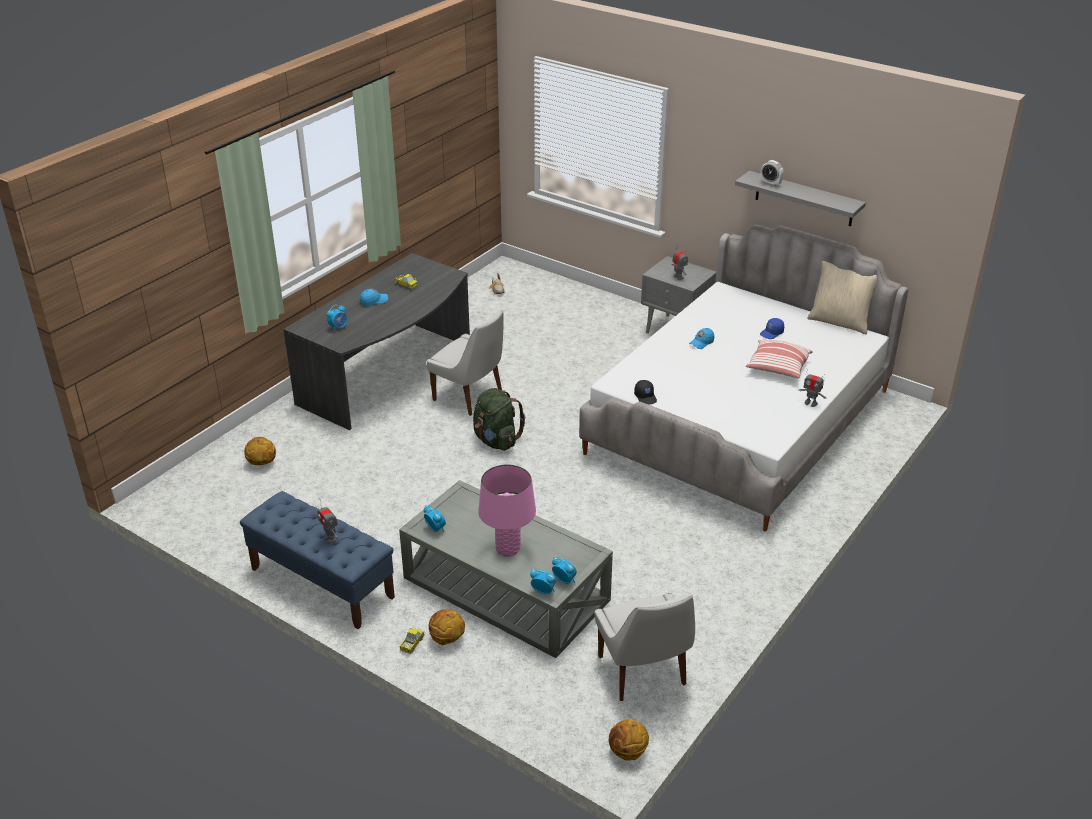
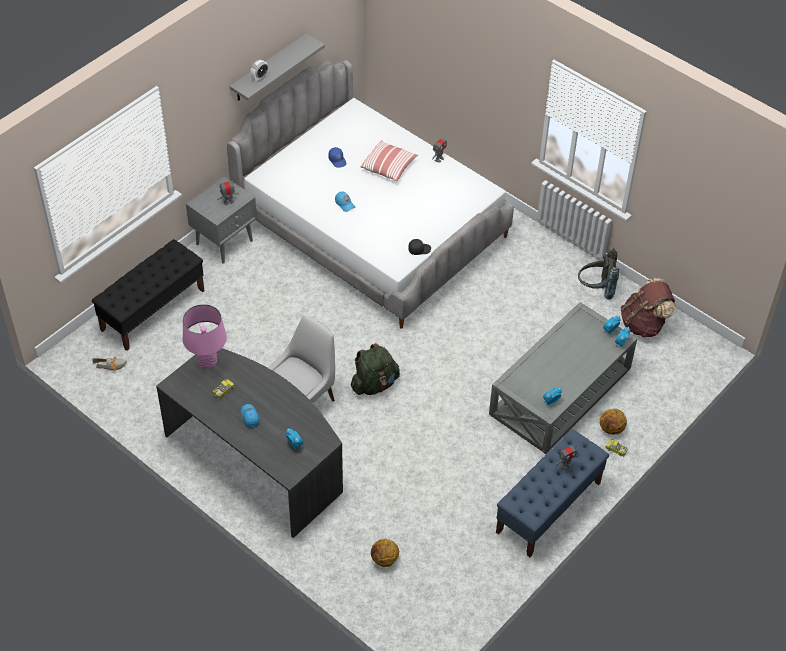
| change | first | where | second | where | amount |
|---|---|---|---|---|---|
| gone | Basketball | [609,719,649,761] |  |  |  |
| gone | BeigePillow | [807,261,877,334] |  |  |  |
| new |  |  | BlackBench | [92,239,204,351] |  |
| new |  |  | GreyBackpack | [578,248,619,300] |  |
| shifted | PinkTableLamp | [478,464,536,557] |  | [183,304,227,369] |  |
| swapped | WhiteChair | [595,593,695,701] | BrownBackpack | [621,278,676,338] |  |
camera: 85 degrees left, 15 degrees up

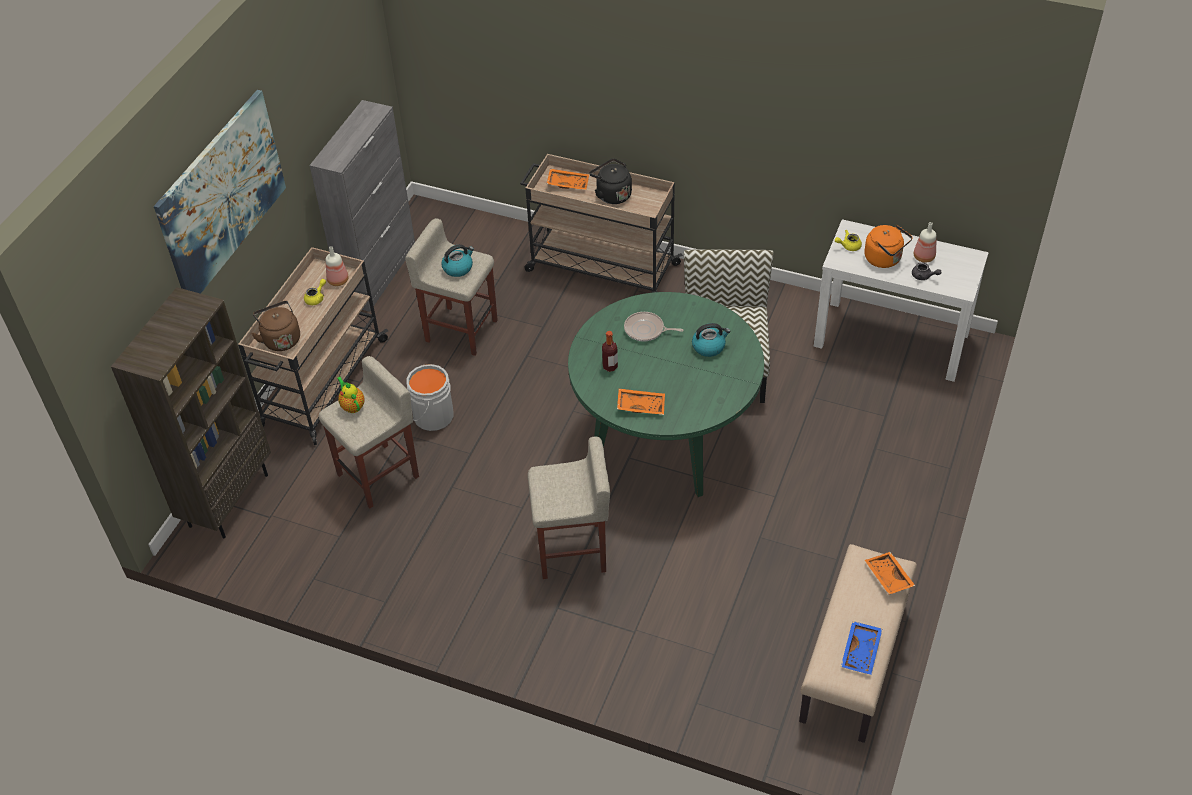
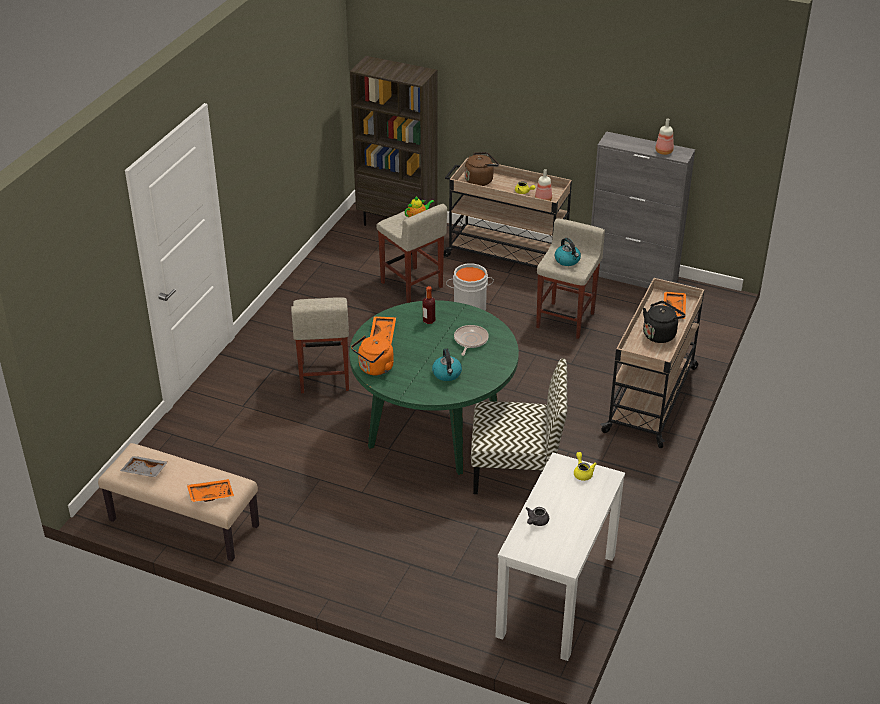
| change | first | where | second | where | amount |
|---|---|---|---|---|---|
| gone | Picture | [154,90,286,294] |  |  |  |
| shifted | OrangeKettle | [864,225,913,268] |  | [351,336,394,375] |  |
| shifted | Bottle | [914,222,937,263] |  | [655,118,674,155] |  |
| repainted | BlueTray | [841,621,882,675] | GreyTray | [120,456,168,477] |  |
camera: 90 degrees right, 10 degrees down

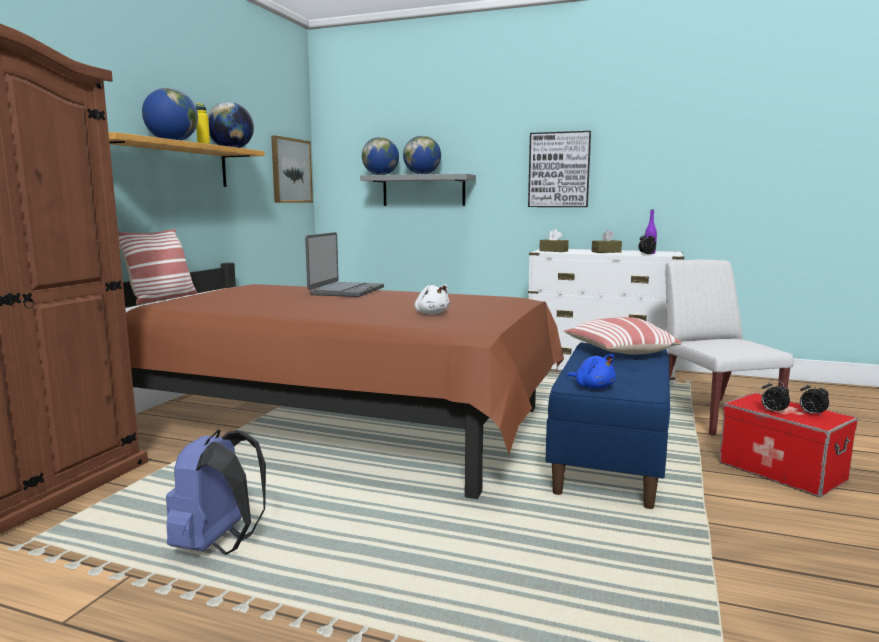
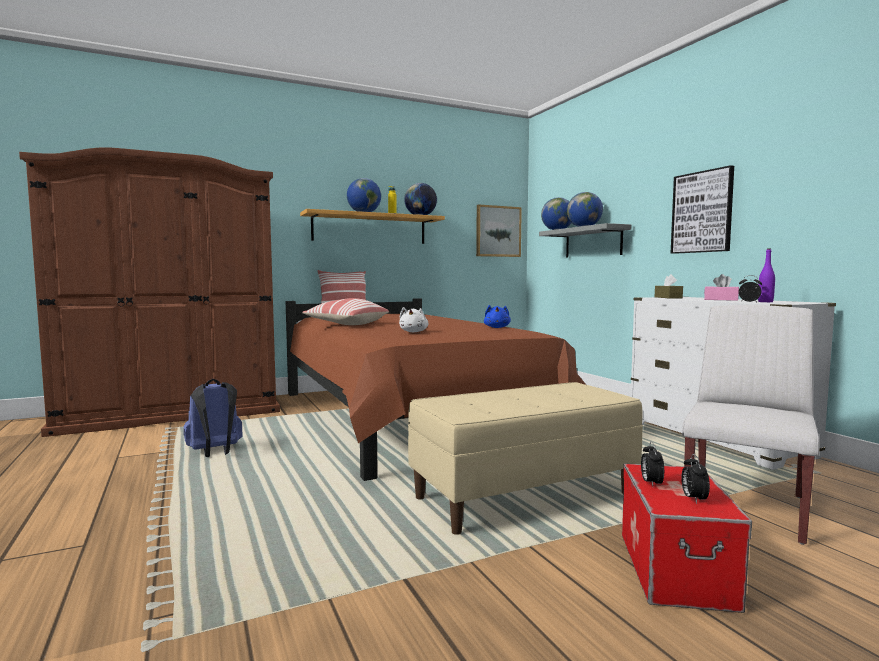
| change | first | where | second | where | amount |
|---|---|---|---|---|---|
| gone | Laptop | [305,232,384,297] |  |  |  |
| shifted | Pillow | [564,317,682,354] |  | [302,298,389,325] |  |
| shifted | BluePlushToy | [566,354,616,389] |  | [484,305,511,328] |  |
| repainted | BlueBench | [546,343,670,509] | BeigeBench | [408,382,643,535] |  |
| repainted | BrownTissueBox | [592,230,622,253] | PinkTissueBox | [704,274,739,301] |  |
camera: 45 degrees right, 5 degrees down

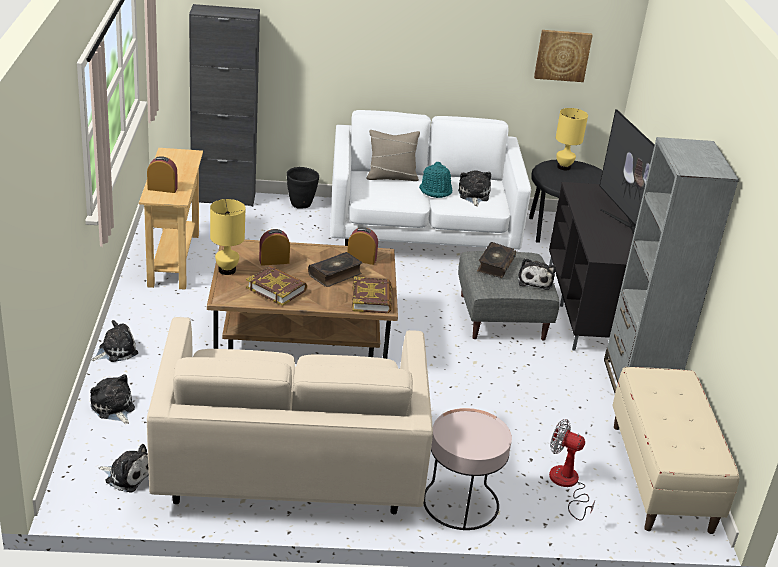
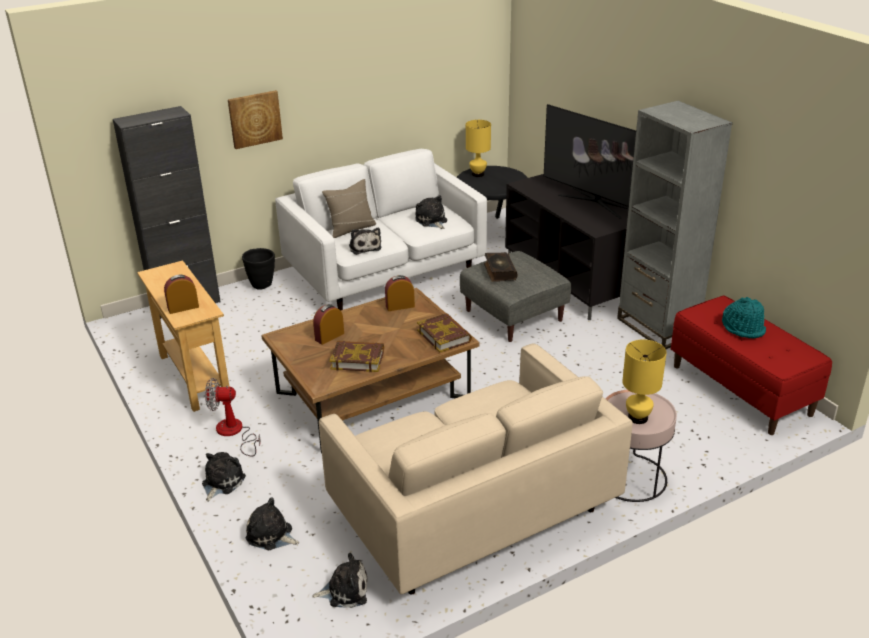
| change | first | where | second | where | amount |
|---|---|---|---|---|---|
| gone | Book | [308,252,363,287] |  |  |  |
| shifted | YellowTableLamp | [210,199,245,275] |  | [622,340,667,424] |  |
| shifted | TurquoiseHat | [419,162,452,198] |  | [722,297,766,339] |  |
| shifted | PlushToy | [518,258,556,290] |  | [349,228,382,255] |  |
| shifted | Picture | [534,30,593,82] |  | [228,90,283,149] |  |
| shifted | Fan | [549,419,595,521] |  | [205,378,261,456] |  |
| repainted | BeigeBench | [612,367,739,534] | RedBench | [671,296,832,435] |  |
camera: 25 degrees left, 0 degrees up

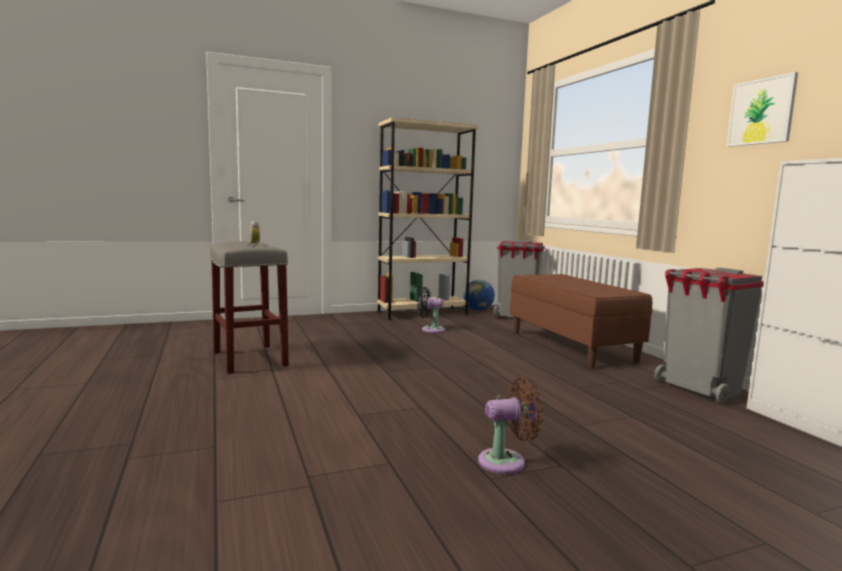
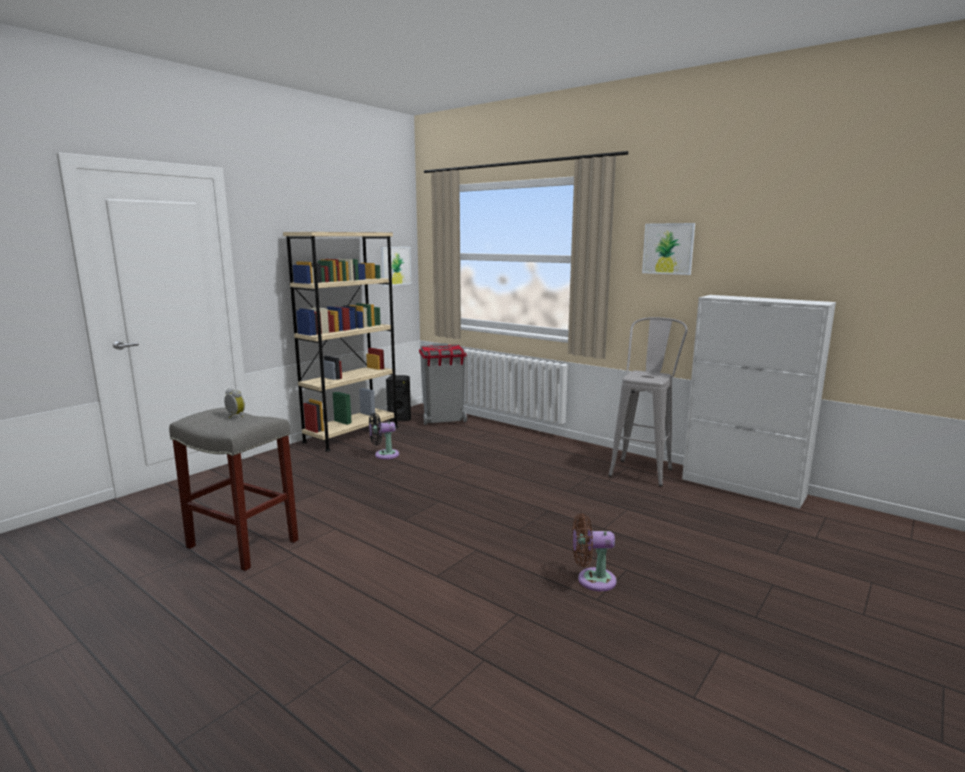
| change | first | where | second | where | amount |
|---|---|---|---|---|---|
| gone | BrownBench | [510,274,652,369] |  |  |  |
| new |  |  | Picture | [381,247,411,286] |  |
| swapped | Globe | [463,280,495,311] | BlackSpeaker | [386,375,411,421] |  |
| swapped | GreyTrashCan | [654,268,764,403] | GreyStool | [608,317,688,486] |  |
| rotated | BrownFan | [478,377,543,474] |  | [572,514,617,591] | 135 degrees counterclockwise |
camera: 30 degrees left, 5 degrees up

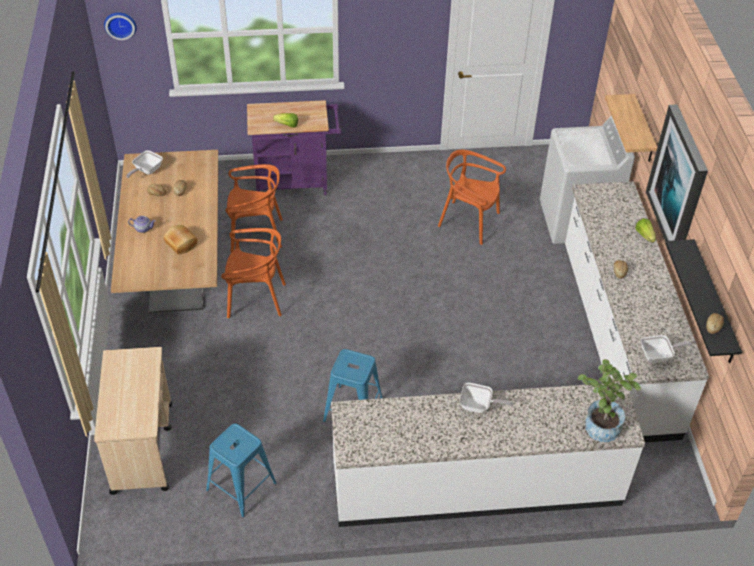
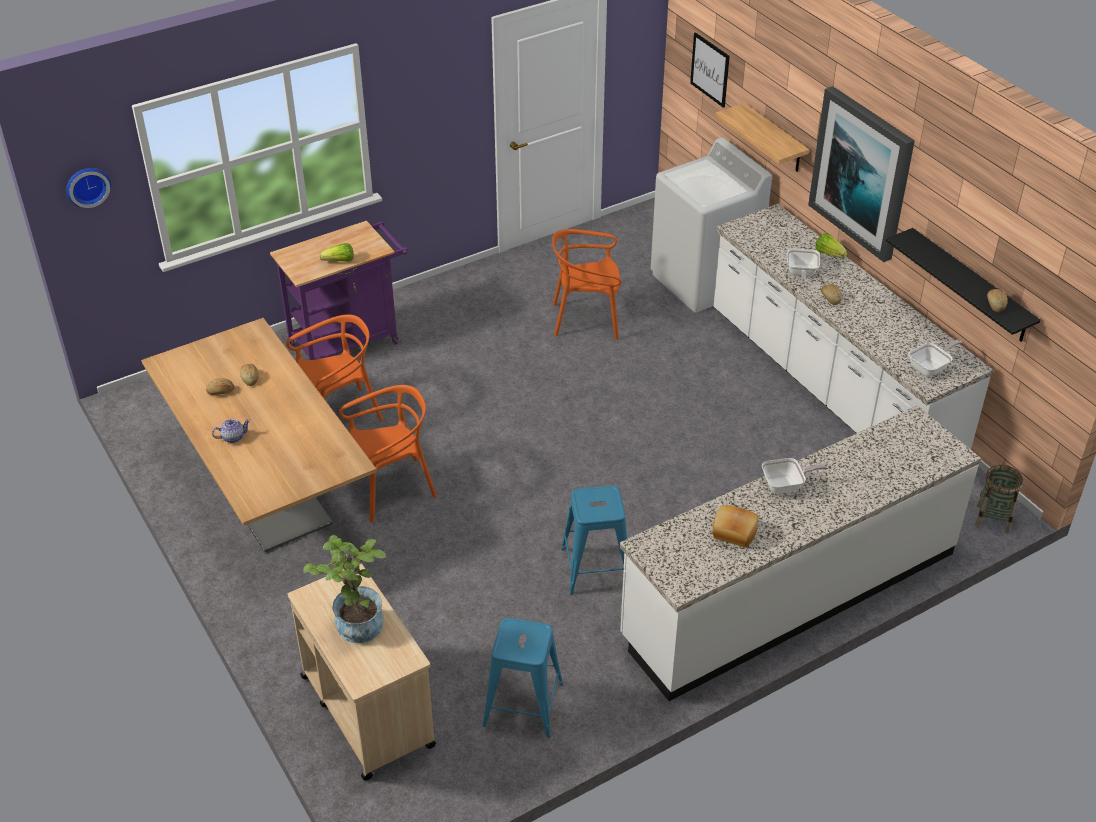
| change | first | where | second | where | amount |
|---|---|---|---|---|---|
| new |  |  | Picture | [690,32,730,108] |  |
| new |  |  | Basket | [975,465,1024,533] |  |
| shifted | FryingPan | [126,150,163,178] |  | [787,248,820,284] |  |
| shifted | Bread | [164,225,198,254] |  | [713,505,758,547] |  |
| shifted | PottedPlant | [578,359,641,442] |  | [303,535,386,643] |  |
camera: 25 degrees left, 5 degrees down

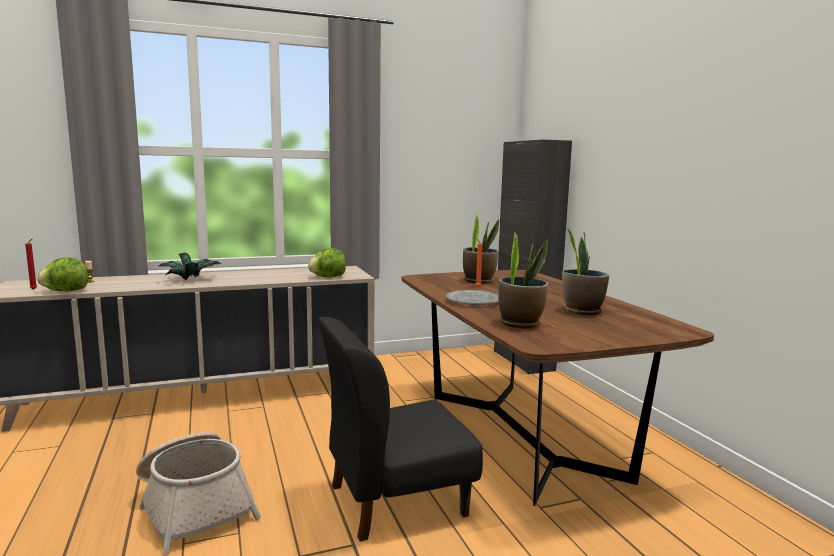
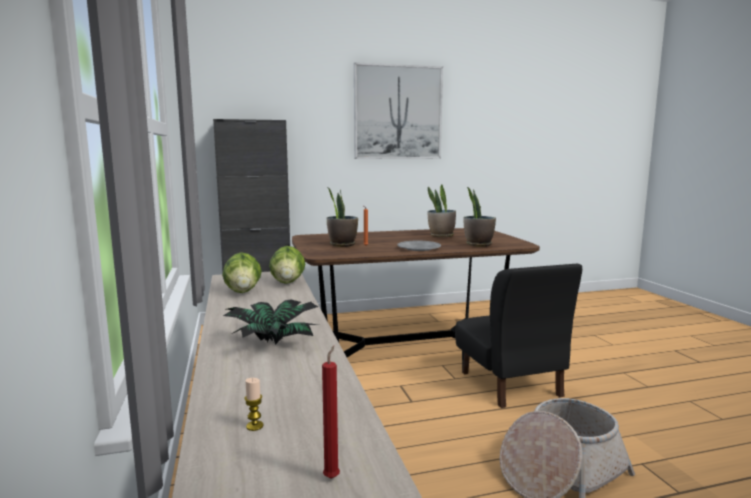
| change | first | where | second | where | amount |
|---|---|---|---|---|---|
| new |  |  | Picture | [354,62,443,159] |  |
| shifted | Lettuce | [37,257,88,291] |  | [222,252,262,293] |  |
camera: 85 degrees left, 0 degrees up

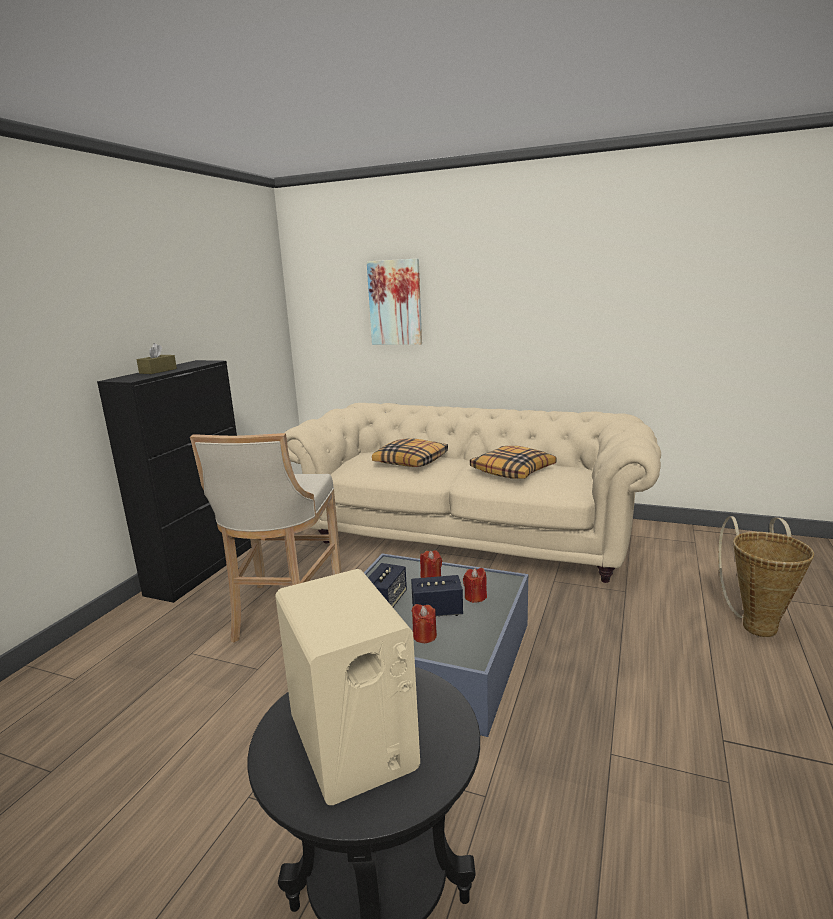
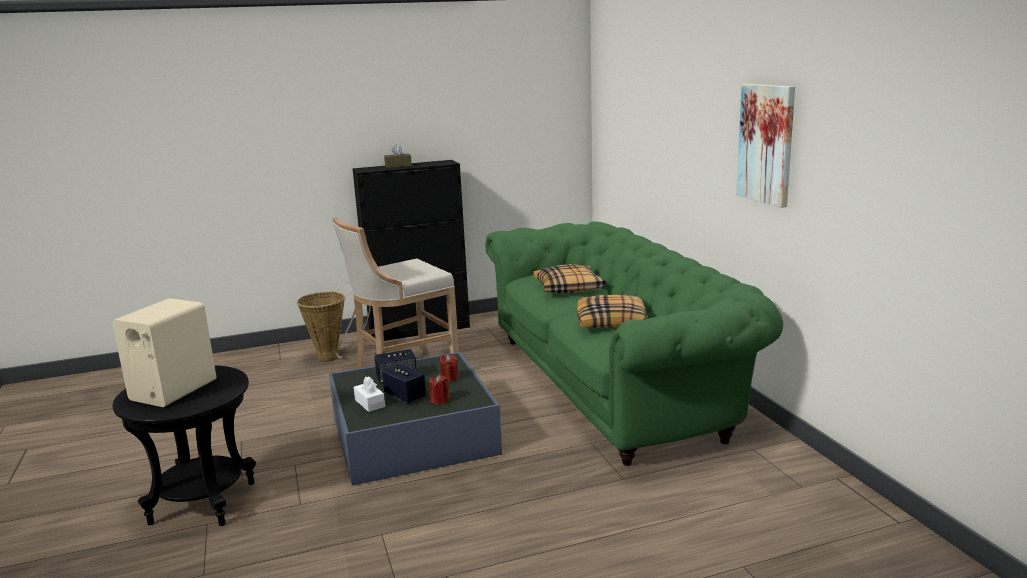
| change | first | where | second | where | amount |
|---|---|---|---|---|---|
| shifted | Picture | [367,259,422,345] |  | [736,84,795,208] |  |
| shifted | Basket | [718,516,814,637] |  | [297,282,371,362] |  |
| swapped | RedCandle | [412,604,437,643] | WhiteTissueBox | [354,376,385,412] |  |
| repainted | BeigeSofa | [285,403,661,583] | GreenSofa | [485,221,783,466] |  |
camera: 50 degrees right, 0 degrees up

